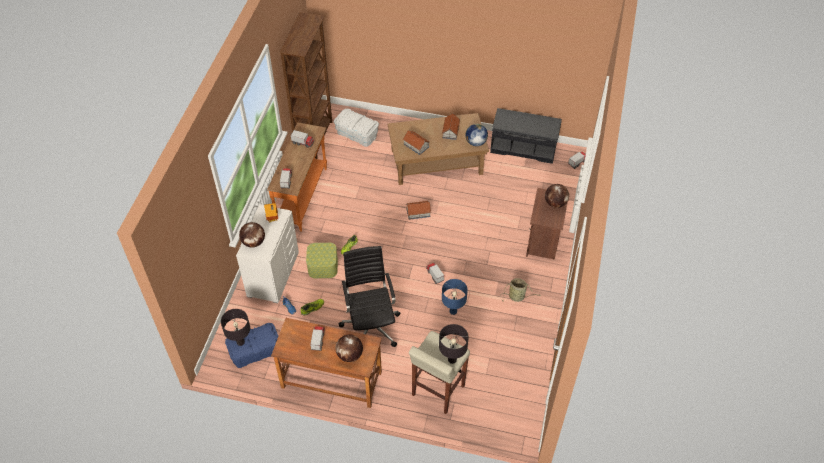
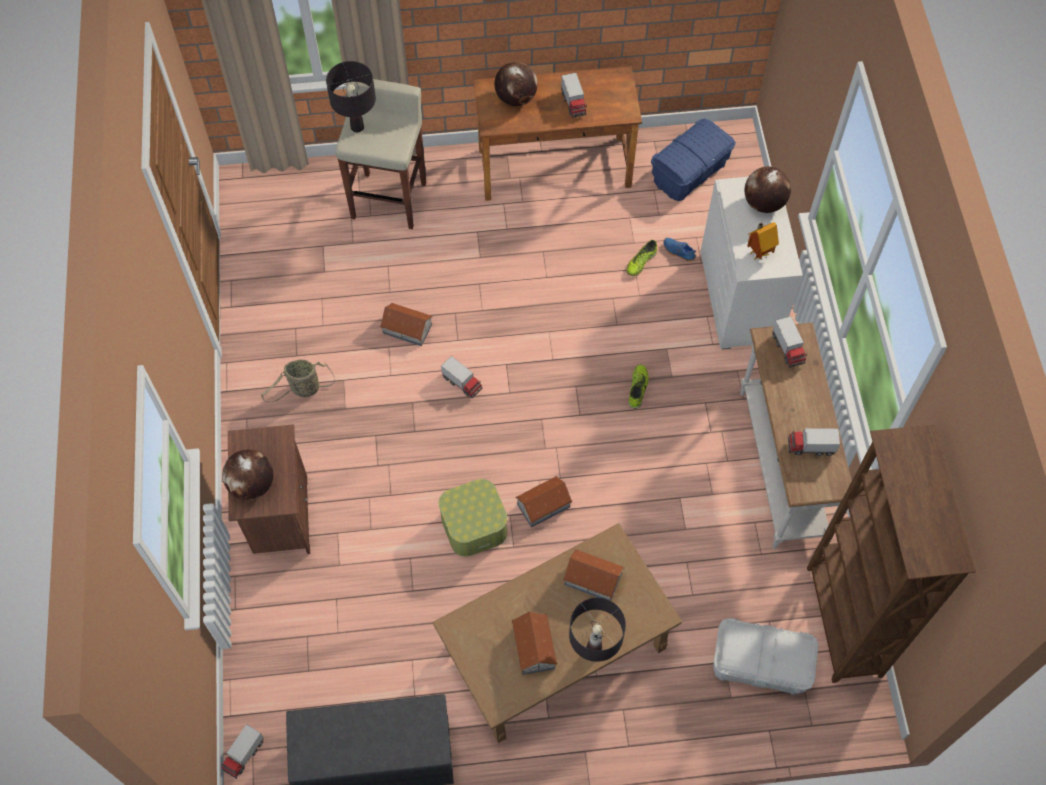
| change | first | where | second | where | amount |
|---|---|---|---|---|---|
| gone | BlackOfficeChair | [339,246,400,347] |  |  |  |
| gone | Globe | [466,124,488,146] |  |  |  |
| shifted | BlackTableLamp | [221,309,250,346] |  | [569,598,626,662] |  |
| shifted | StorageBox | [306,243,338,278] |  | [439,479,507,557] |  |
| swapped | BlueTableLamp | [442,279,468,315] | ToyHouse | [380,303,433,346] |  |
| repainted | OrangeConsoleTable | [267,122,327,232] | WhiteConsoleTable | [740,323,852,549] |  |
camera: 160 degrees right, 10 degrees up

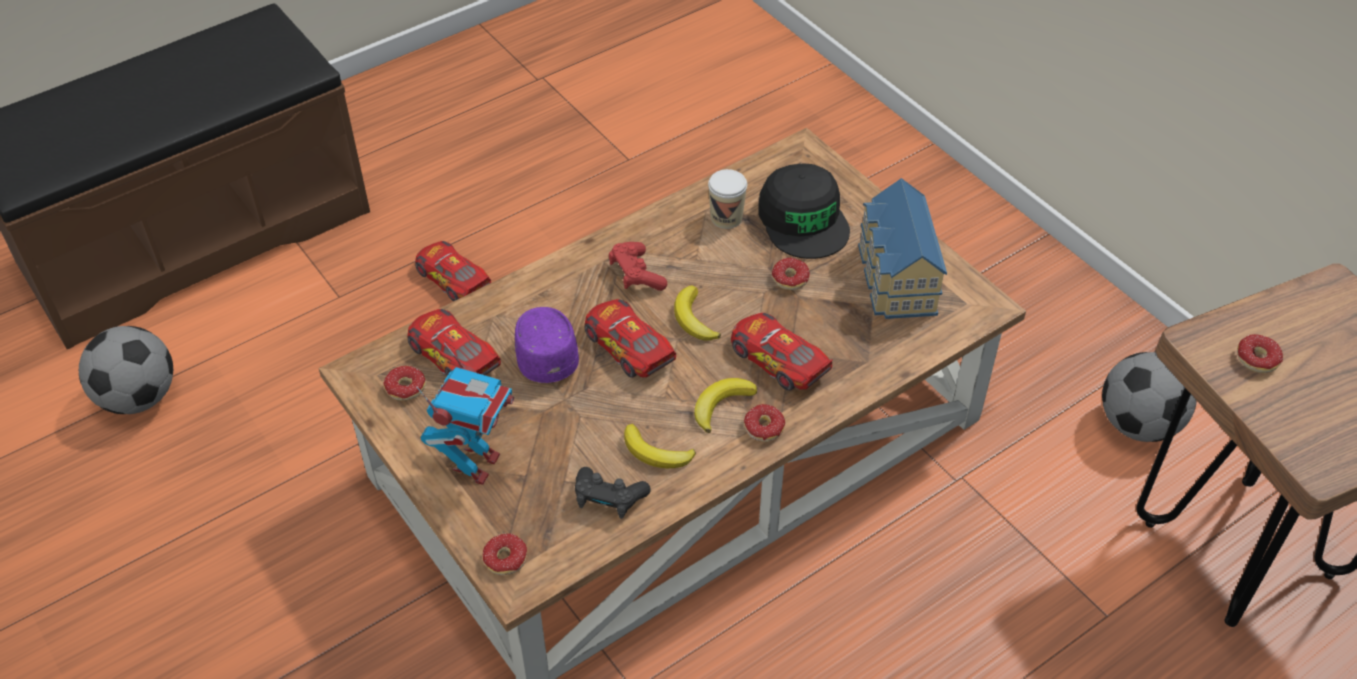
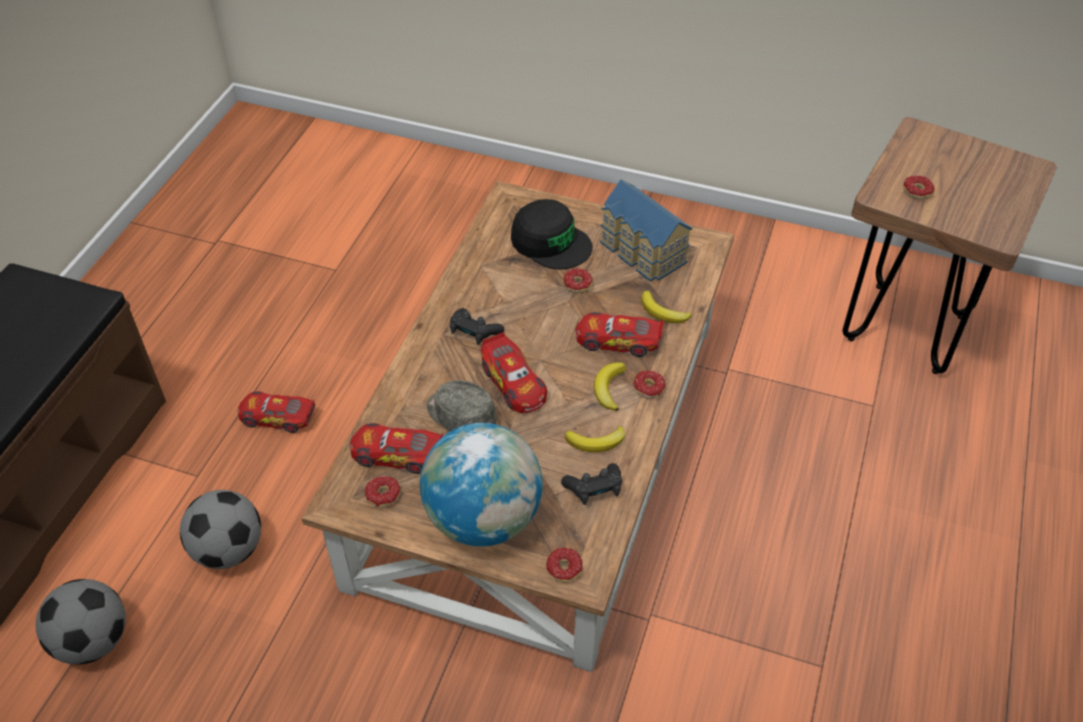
| change | first | where | second | where | amount |
|---|---|---|---|---|---|
| gone | Cup | [708,169,747,229] |  |  |  |
| shifted | Banana | [674,285,721,341] |  | [641,291,692,323] |  |
| shifted | Football | [1102,352,1197,442] |  | [180,490,261,569] |  |
| swapped | ToyRobot | [416,342,514,485] | Globe | [420,423,543,546] |  |
| repainted | PurpleCap | [515,307,579,383] | GreyCap | [427,380,497,432] |  |
| repainted | RedGameController | [609,242,667,291] | BlackGameController | [450,308,504,345] |  |
| rotated | ToyCar | [585,299,676,378] |  | [481,332,547,413] | 135 degrees counterclockwise |
camera: 35 degrees left, 0 degrees up

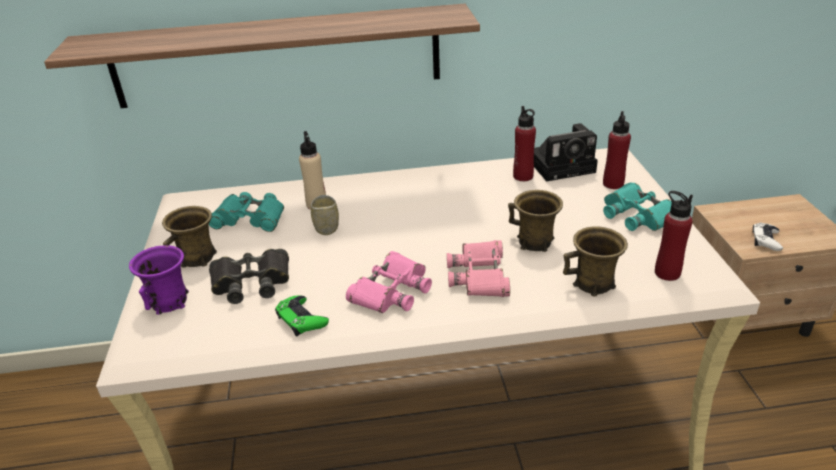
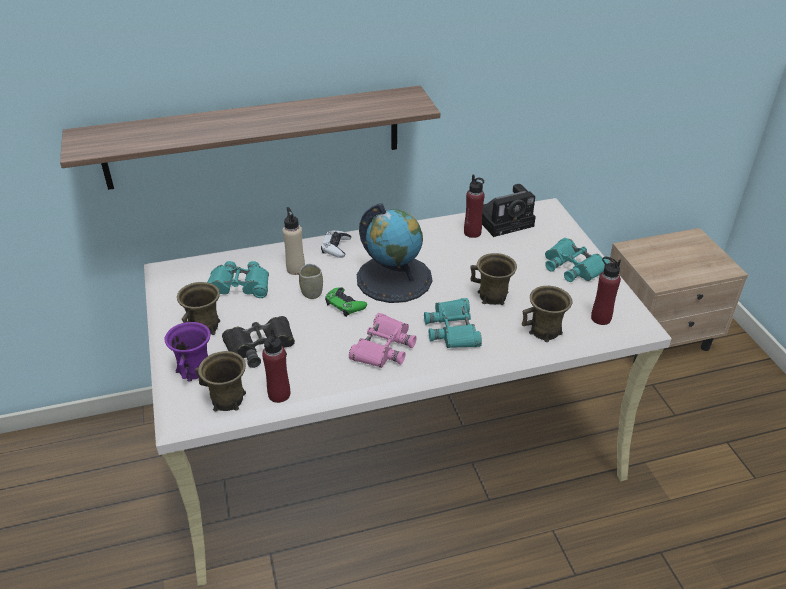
| change | first | where | second | where | amount |
|---|---|---|---|---|---|
| new |  |  | BrownMug | [195,351,246,411] |  |
| new |  |  | Globe | [357,203,432,303] |  |
| shifted | GreenGameController | [275,295,329,336] |  | [325,287,367,317] |  |
| shifted | RedBottle | [603,111,631,189] |  | [262,329,290,403] |  |
| shifted | WhiteGameController | [752,222,783,251] |  | [321,230,351,258] |  |
| repainted | PinkBinoculars | [447,240,510,297] | TurquoiseBinoculars | [424,298,482,348] |  |
camera: 10 degrees left, 5 degrees up

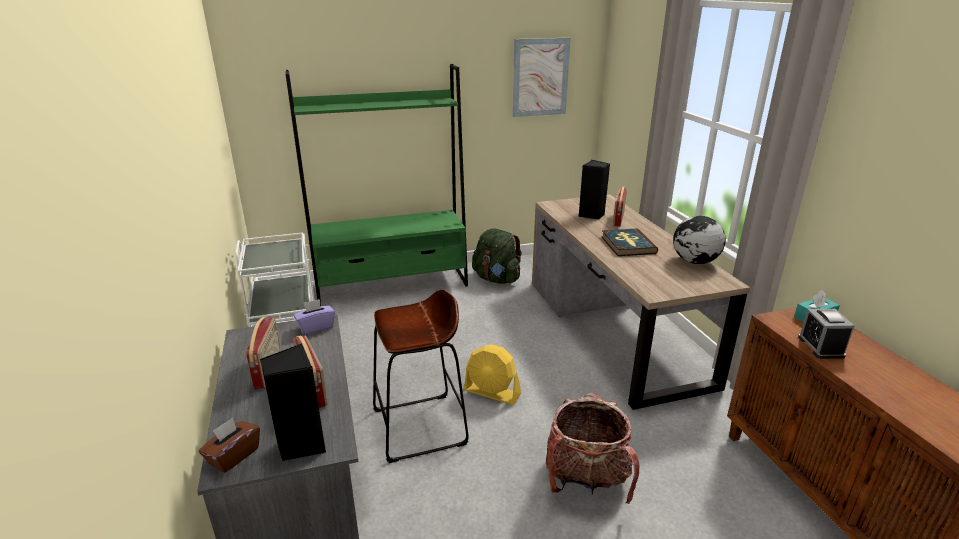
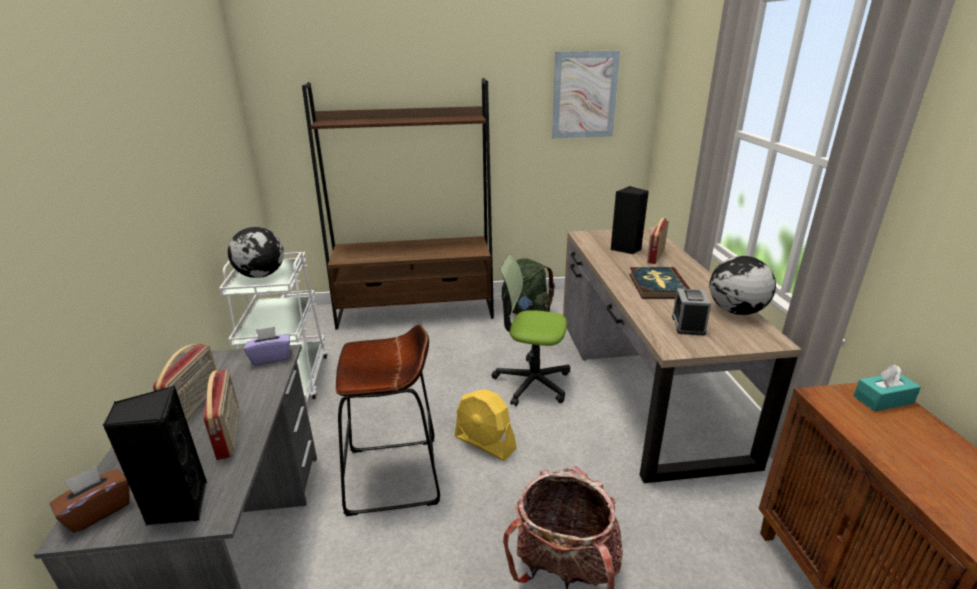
| change | first | where | second | where | amount |
|---|---|---|---|---|---|
| new |  |  | Globe | [228,227,284,278] |  |
| new |  |  | OfficeChair | [491,255,570,406] |  |
| shifted | AlarmClock | [798,309,855,359] |  | [672,288,711,336] |  |
| repainted | GreenBookcase | [285,64,468,307] | BrownBookcase | [302,78,494,330] |  |
camera: 10 degrees right, 0 degrees up

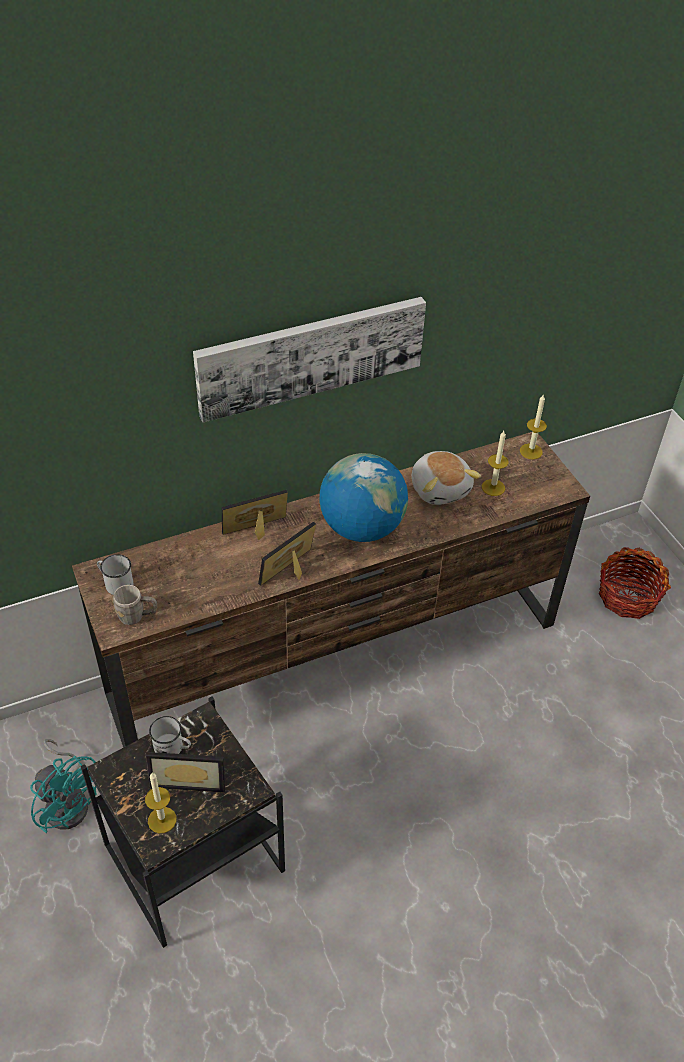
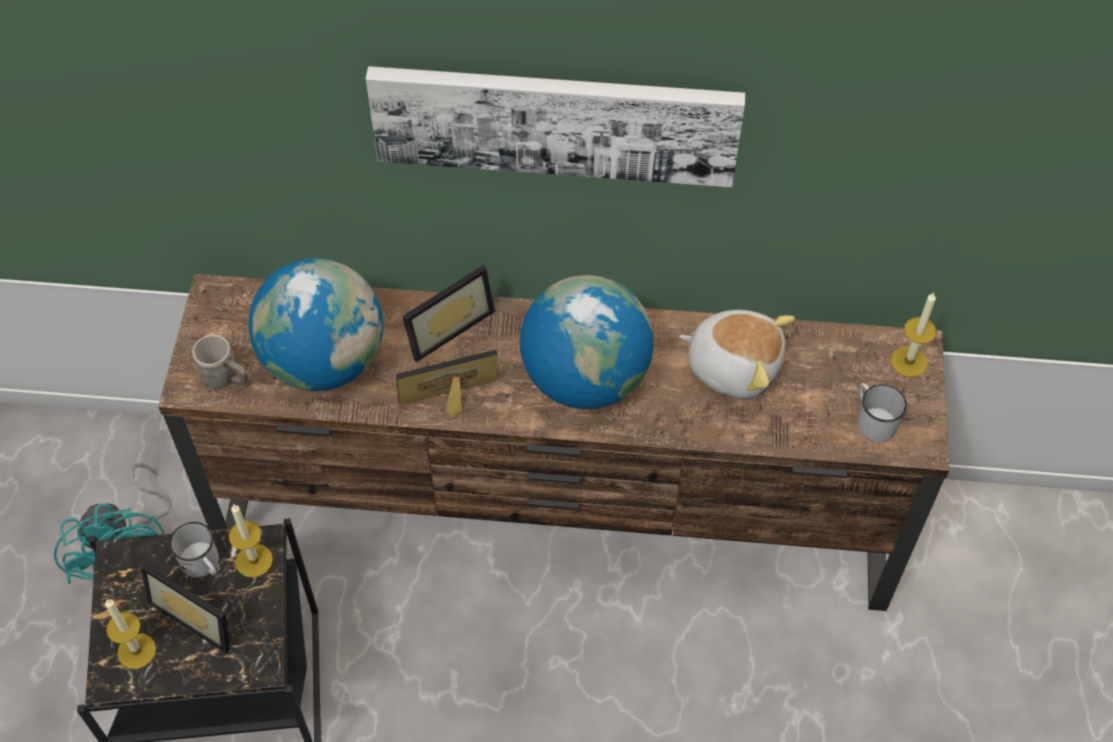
| change | first | where | second | where | amount |
|---|---|---|---|---|---|
| gone | Basket | [599,547,671,619] |  |  |  |
| new |  |  | Globe | [248,258,383,391] |  |
| shifted | WhiteMug | [97,554,133,595] |  | [857,383,907,442] |  |
| shifted | Candle | [482,431,509,496] |  | [228,504,273,578] |  |
| rotated | PictureFrame | [222,490,288,541] |  | [402,265,495,362] | 135 degrees clockwise |
| rotated | PlushToy | [412,451,481,505] |  | [679,310,795,399] | 75 degrees counterclockwise |
camera: 30 degrees right, 10 degrees up

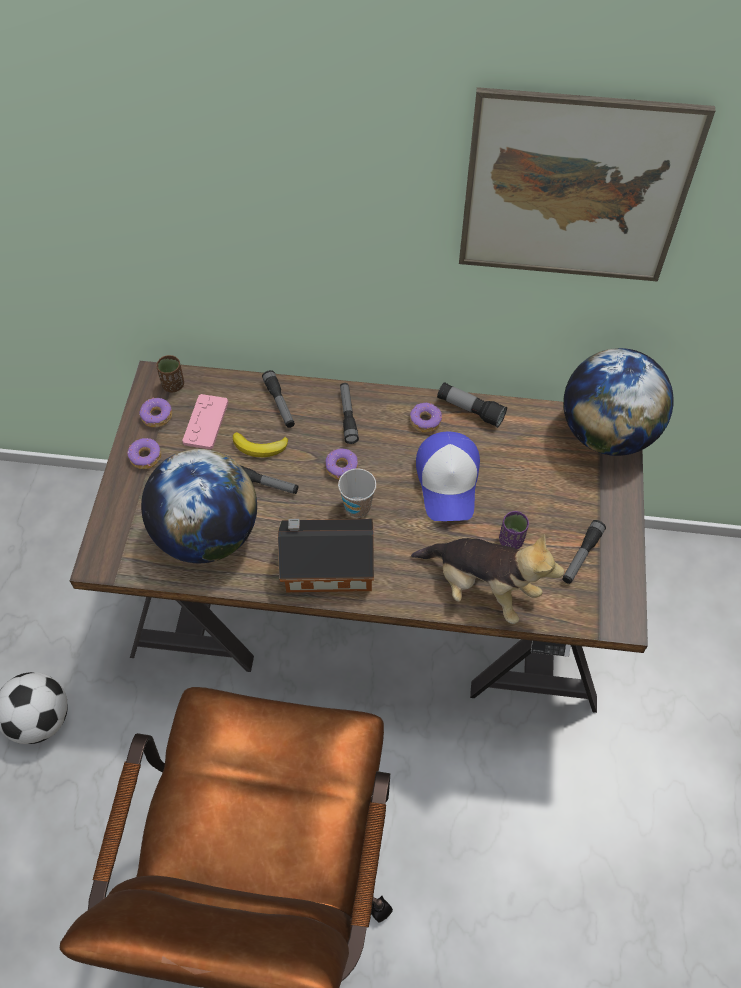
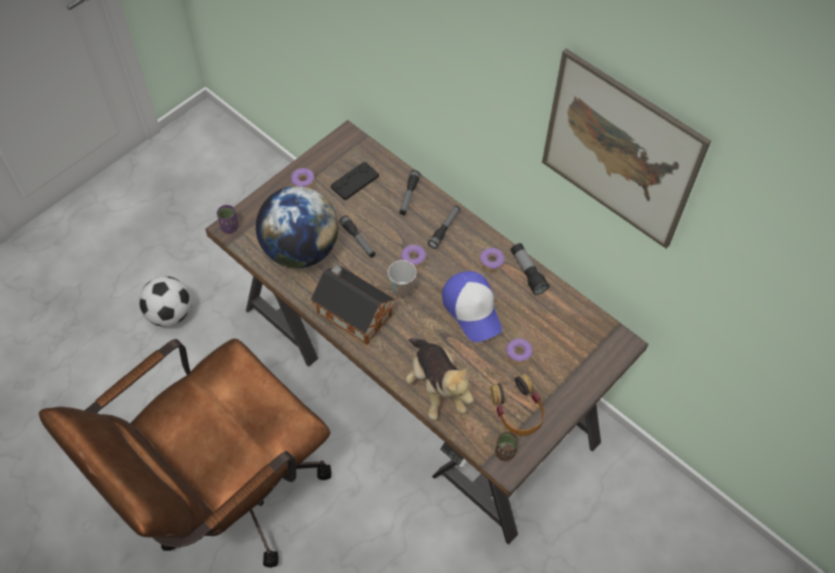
| change | first | where | second | where | amount |
|---|---|---|---|---|---|
| gone | Banana | [233,432,288,457] |  |  |  |
| gone | Globe | [563,348,674,456] |  |  |  |
| shifted | Donut | [139,398,172,428] |  | [506,338,533,364] |  |
| shifted | BrownCup | [156,355,184,392] |  | [495,431,519,461] |  |
| shifted | PurpleCup | [499,511,529,549] |  | [217,205,238,233] |  |
| swapped | Flashlight | [562,520,606,584] | Headphones | [490,374,544,436] |  |
| repainted | PinkGameController | [182,394,229,450] | BlackGameController | [331,162,379,200] |  |
| rotated | Cap | [416,432,480,521] |  | [442,271,502,342] | 60 degrees counterclockwise |
camera: 35 degrees right, 0 degrees up

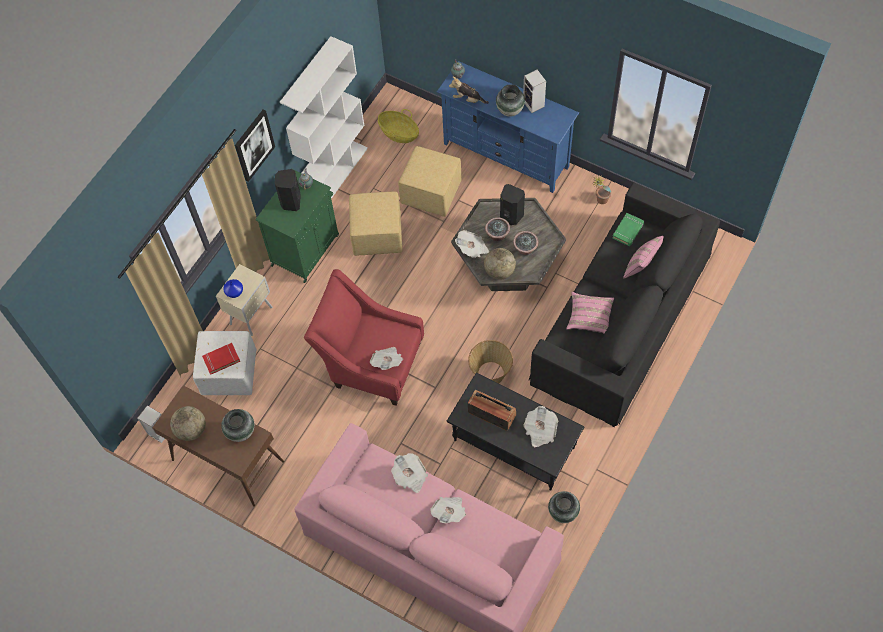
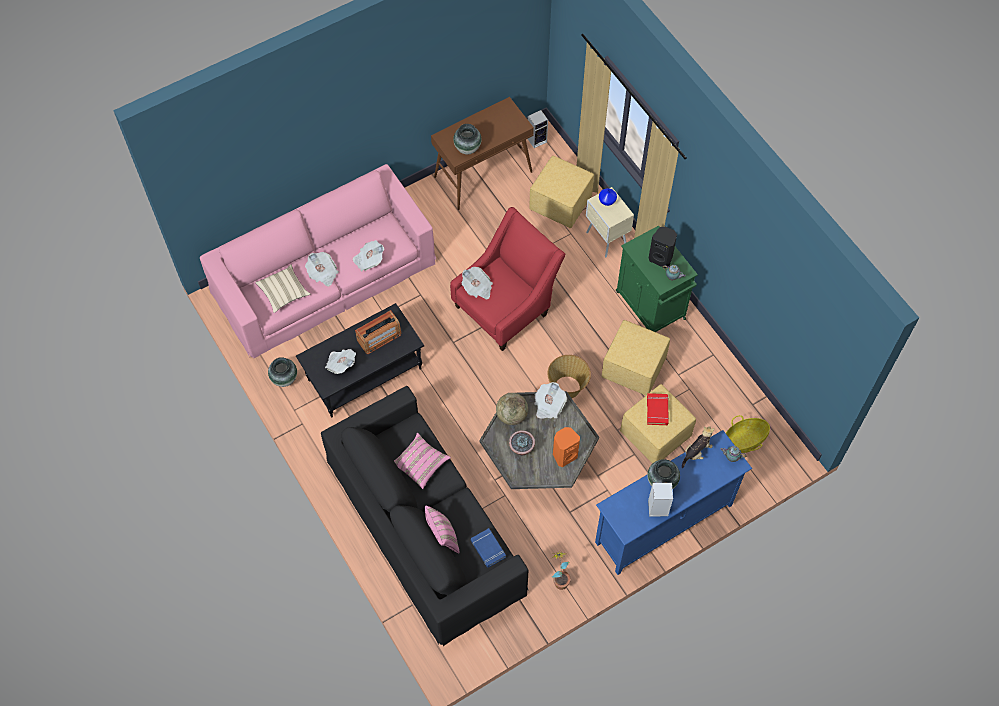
| change | first | where | second | where | amount |
|---|---|---|---|---|---|
| gone | Globe | [170,406,206,441] |  |  |  |
| gone | Picture | [235,109,275,182] |  |  |  |
| gone | WhiteBookcase | [280,36,368,199] |  |  |  |
| gone | PottedPlant | [485,217,510,241] |  |  |  |
| new |  |  | BeigePillow | [255,264,311,313] |  |
| shifted | RedBook | [202,343,240,375] |  | [647,393,669,425] |  |
| shifted | Basket | [468,340,513,384] |  | [547,355,591,398] |  |
| repainted | WhiteOttoman | [193,331,256,395] | YellowOttoman | [529,156,594,228] |  |
| repainted | BlackSpeaker | [500,184,525,225] | OrangeSpeaker | [553,427,580,467] |  |
| repainted | GreenBook | [612,213,644,246] | BlueBook | [471,528,506,568] |  |
camera: 115 degrees right, 0 degrees up

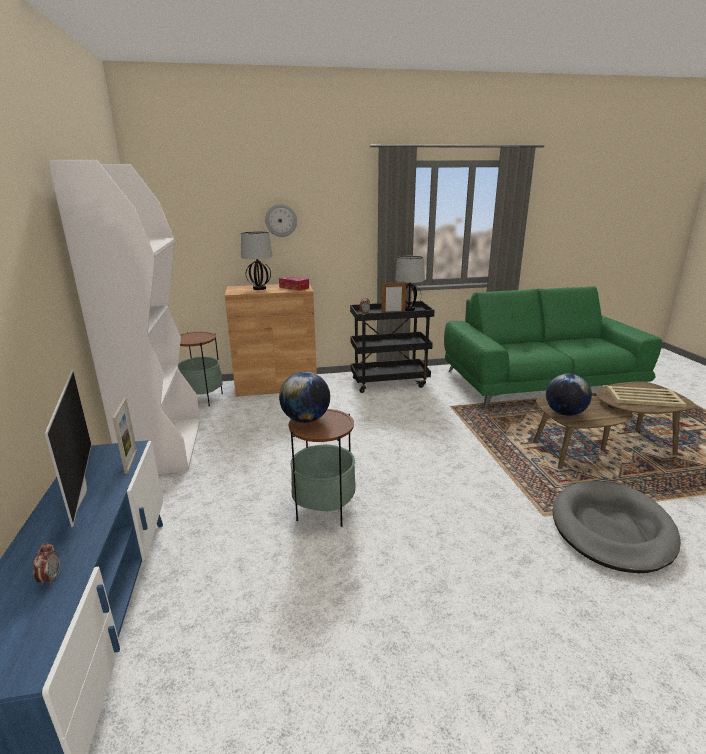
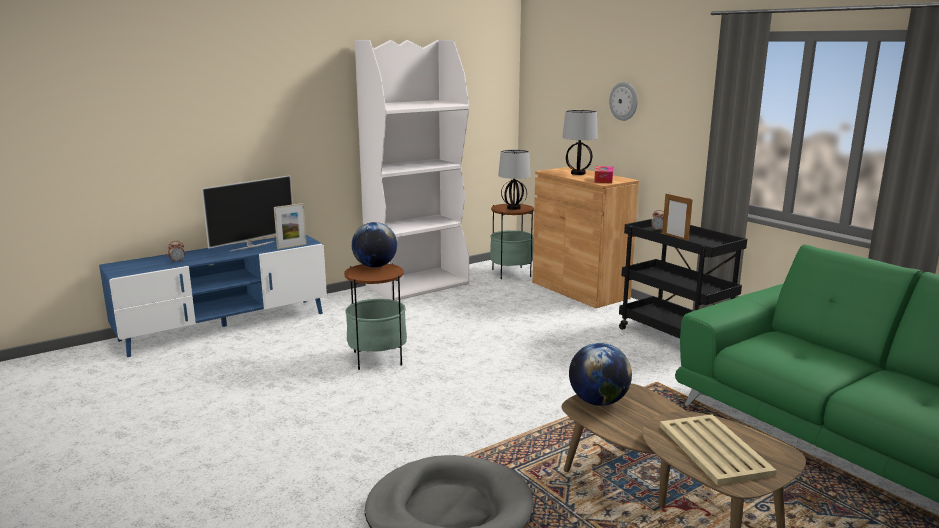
| change | first | where | second | where | amount |
|---|---|---|---|---|---|
| shifted | TableLamp | [395,256,425,311] |  | [498,150,531,210] |  |
camera: 65 degrees right, 5 degrees down

